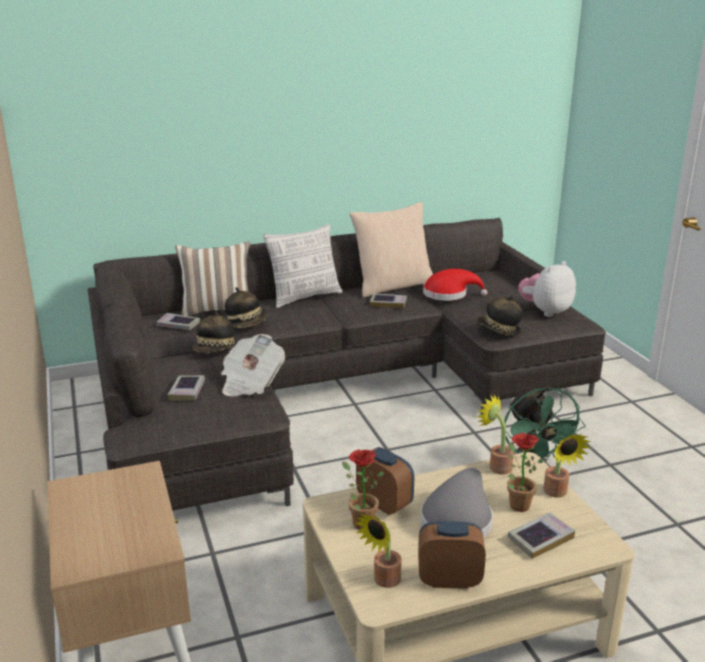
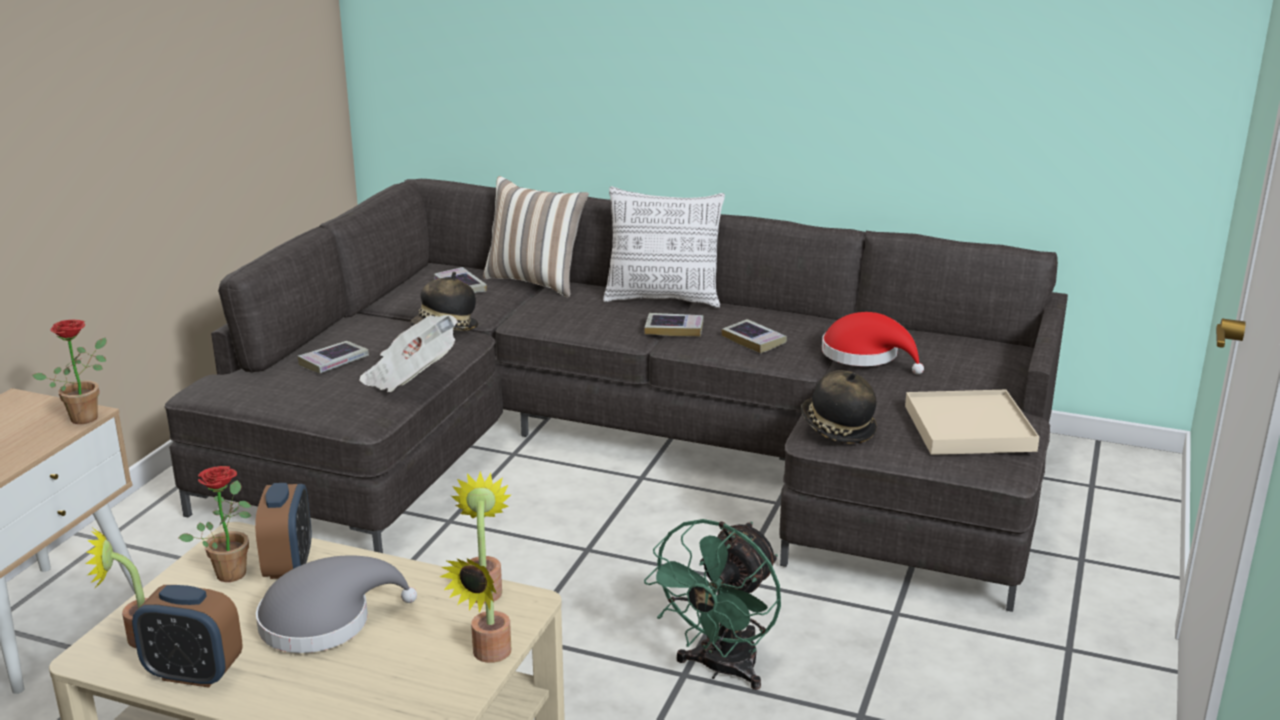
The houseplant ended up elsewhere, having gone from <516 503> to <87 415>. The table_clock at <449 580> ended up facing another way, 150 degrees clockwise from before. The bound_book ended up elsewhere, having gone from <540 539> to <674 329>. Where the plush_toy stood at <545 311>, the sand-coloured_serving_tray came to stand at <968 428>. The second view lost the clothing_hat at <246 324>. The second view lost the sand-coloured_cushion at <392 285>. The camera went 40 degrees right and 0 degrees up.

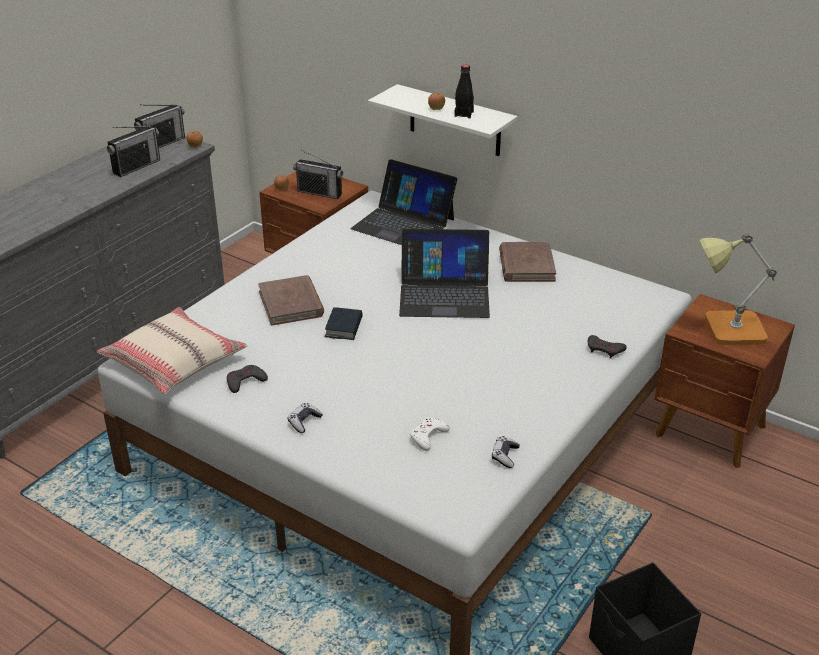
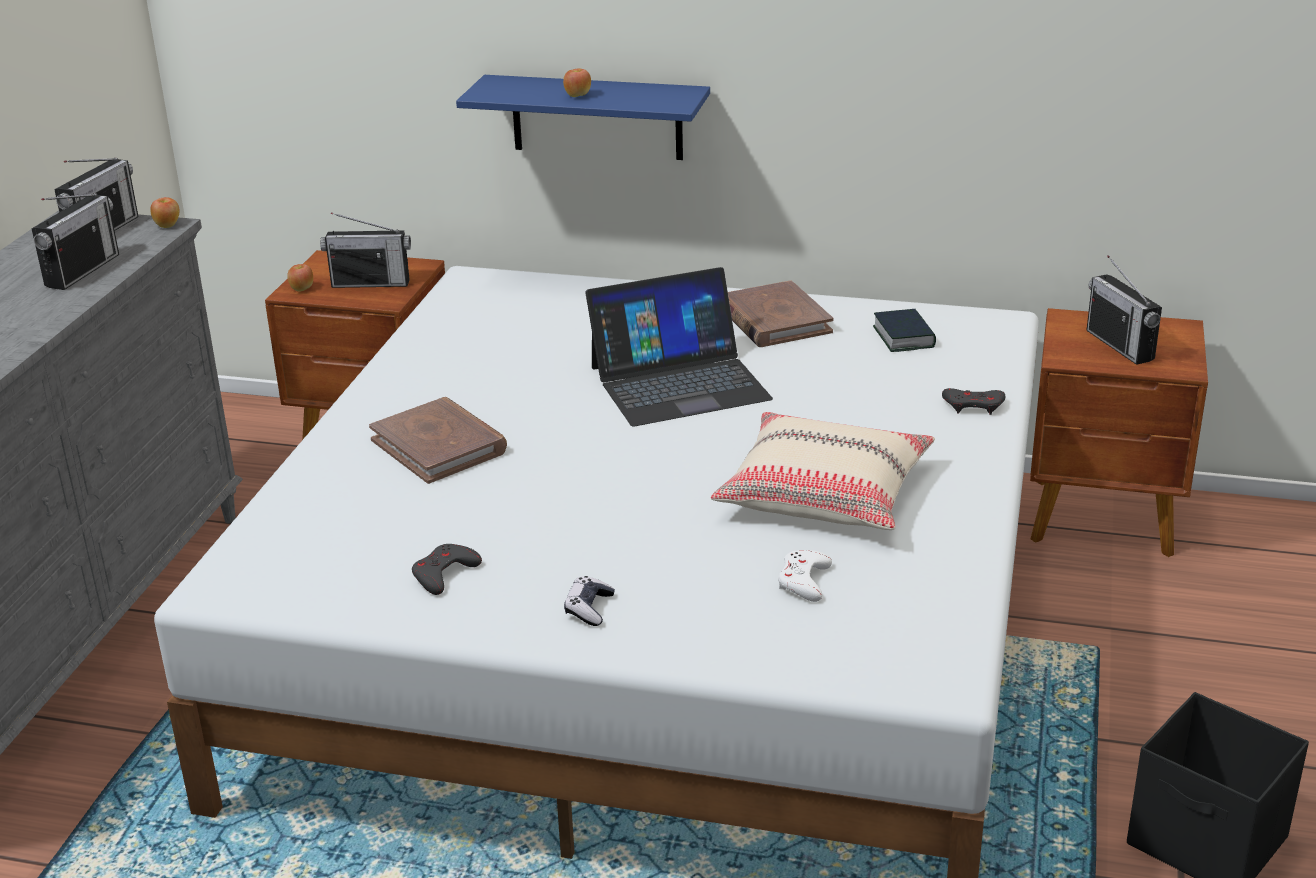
What was the whitish_shelf at <455 121> turned into the blue_shelf at <597 117>. The sand-coloured_cushion ended up elsewhere, having gone from <174 362> to <824 492>. The bound_book ended up elsewhere, having gone from <344 327> to <904 337>. Where the table_lamp stood at <726 330>, the radio came to stand at <1119 345>. The second view lost the notebook_computer at <403 224>. The second view lost the blackish_bottle at <464 114>. The second view lost the joypad at <505 456>. The camera went 20 degrees left and 5 degrees down.

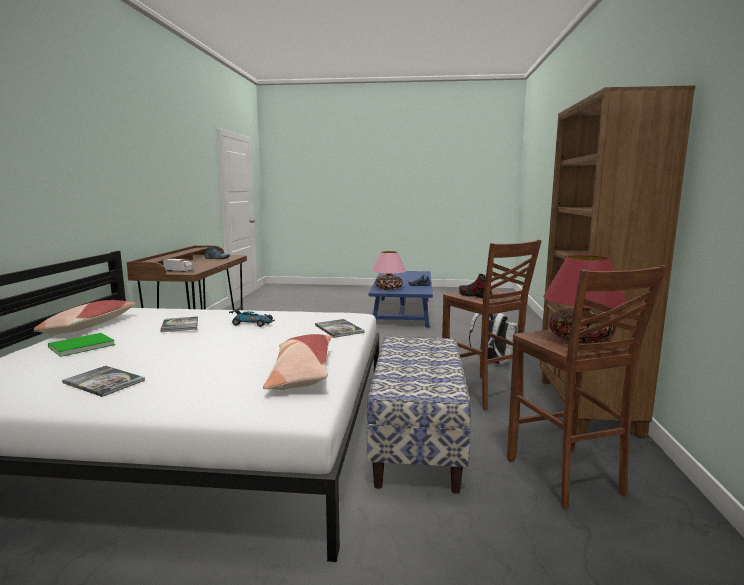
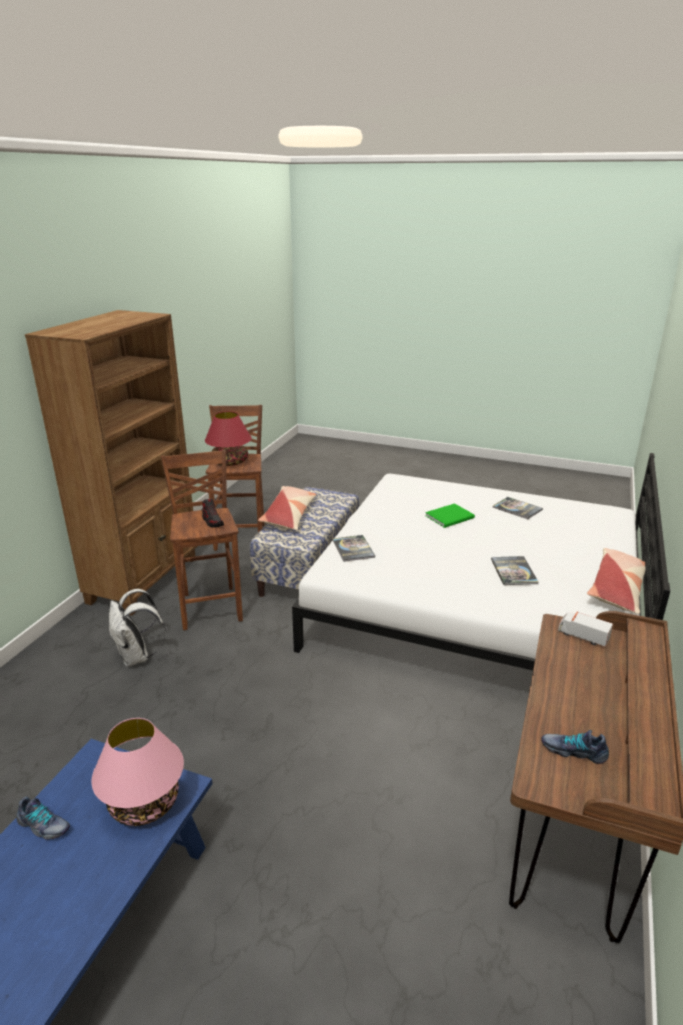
The cushion ended up elsewhere, having gone from <301 373> to <289 515>. The greenish_bound_book ended up elsewhere, having gone from <79 346> to <451 517>. The second view lost the toy_car at <252 323>. The camera went 165 degrees left and 15 degrees up.

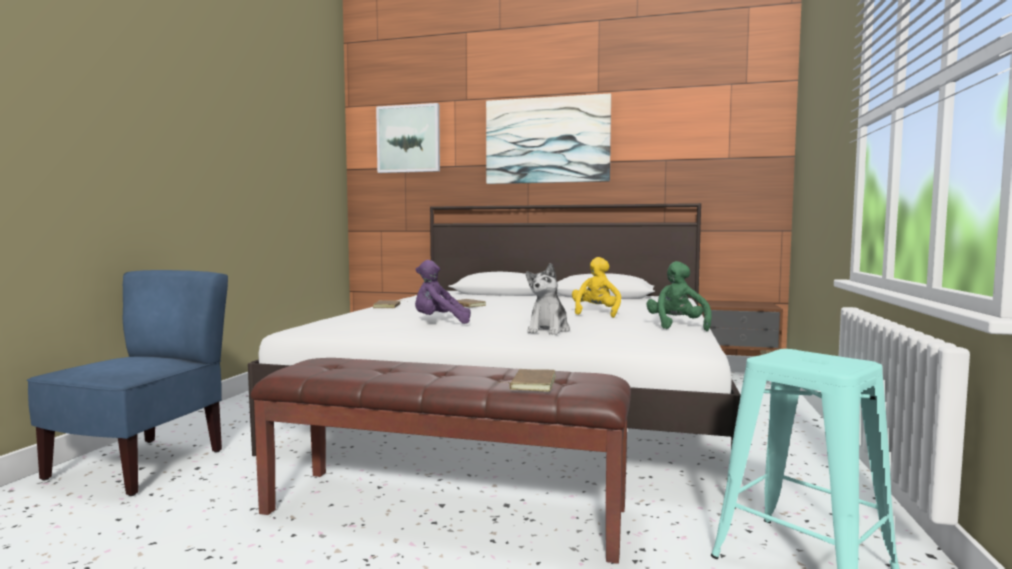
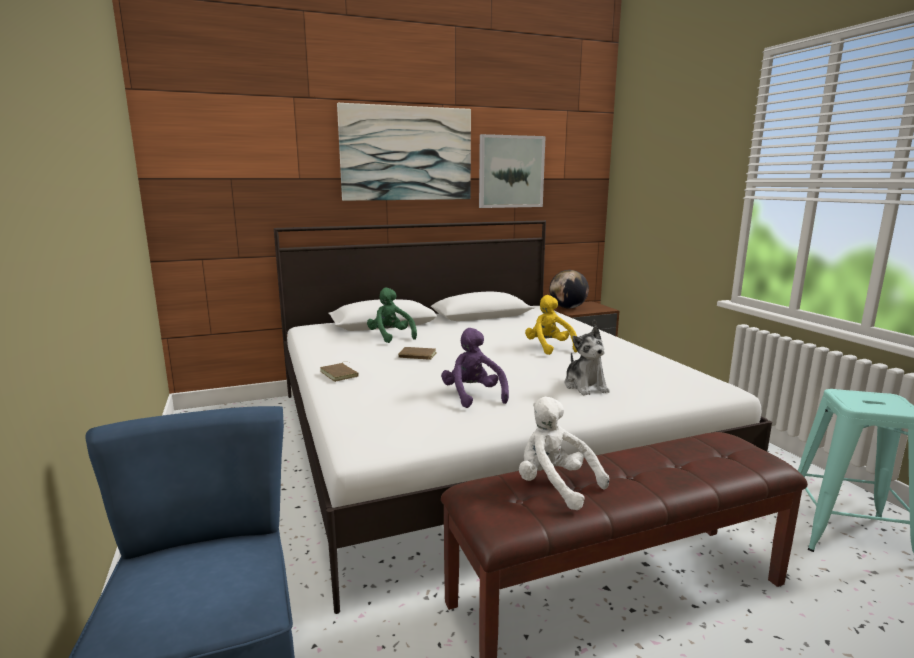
The greenish_plush_toy ended up elsewhere, having gone from <677 326> to <390 337>. The purplish_plush_toy at <439 323> ended up facing another way, 105 degrees clockwise from before. The wall_picture ended up elsewhere, having gone from <408 139> to <511 172>. The second view gained the whitish_plush_toy at <555 486>. The second view gained the desk_globe at <567 308>. The second view lost the brown_bound_book at <531 384>. The camera went 35 degrees left and 10 degrees up.

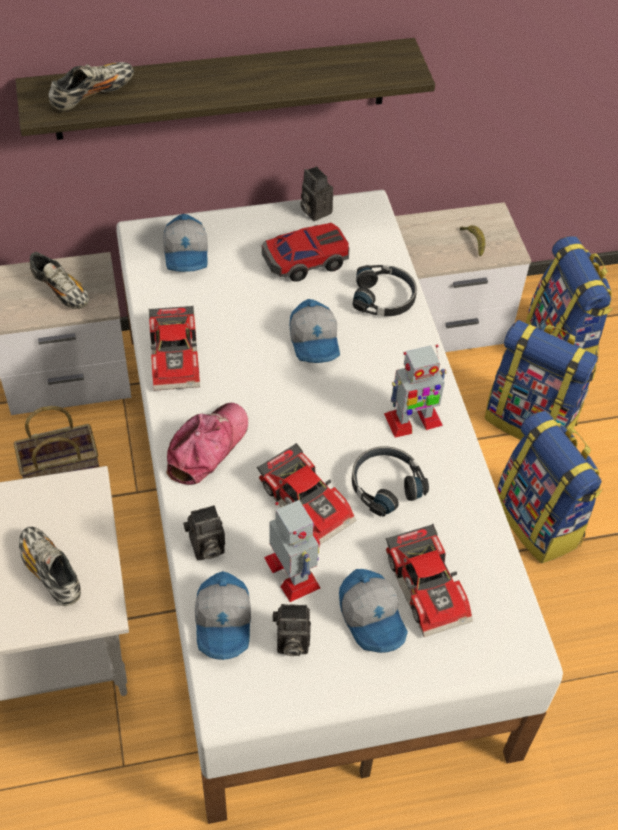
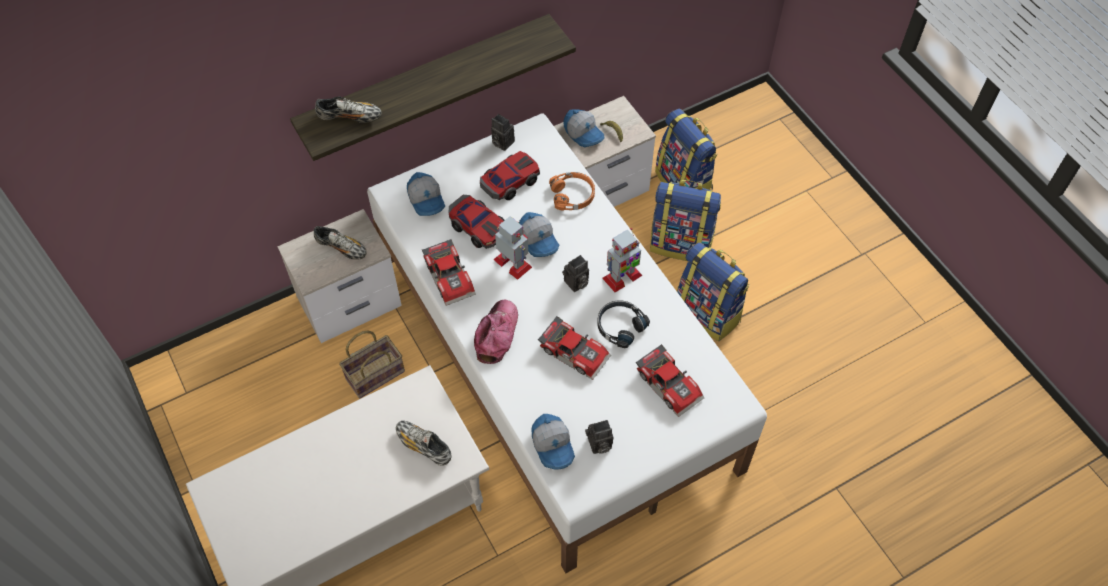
The shoe at <93 95> ended up facing another way, 60 degrees clockwise from before. The second view gained the toy_car at <478 227>. The toy_robot ended up elsewhere, having gone from <292 573> to <513 263>. What was the blackish_headphones at <384 298> turned into the orangey_headphones at <573 195>. The still_camera ended up elsewhere, having gone from <205 548> to <576 283>. The cap ended up elsewhere, having gone from <373 617> to <584 133>. The camera went 15 degrees left and 5 degrees up.

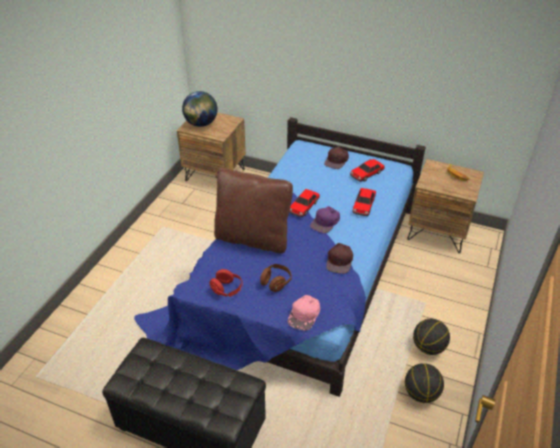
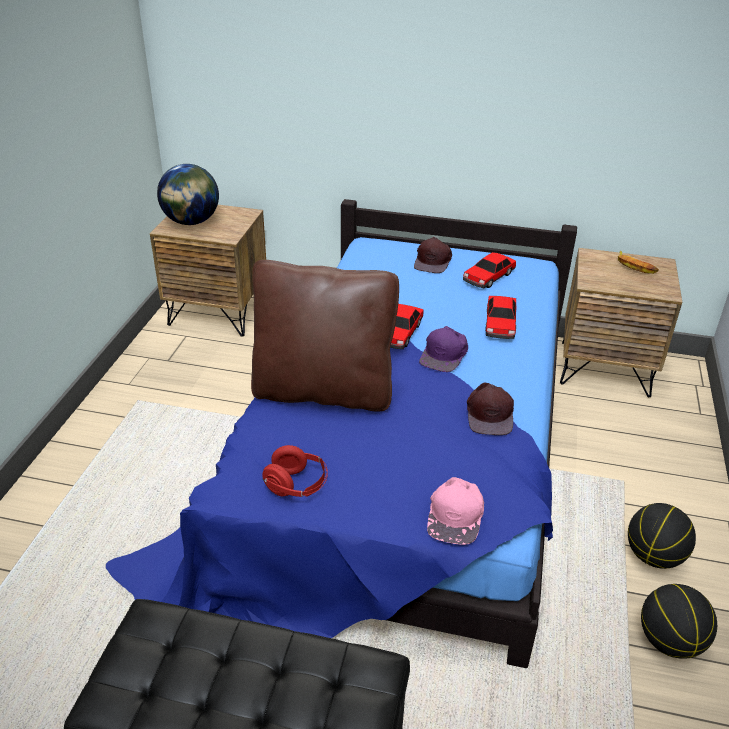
The second view lost the brown_headphones at <276 282>. The camera went 10 degrees left and 5 degrees down.

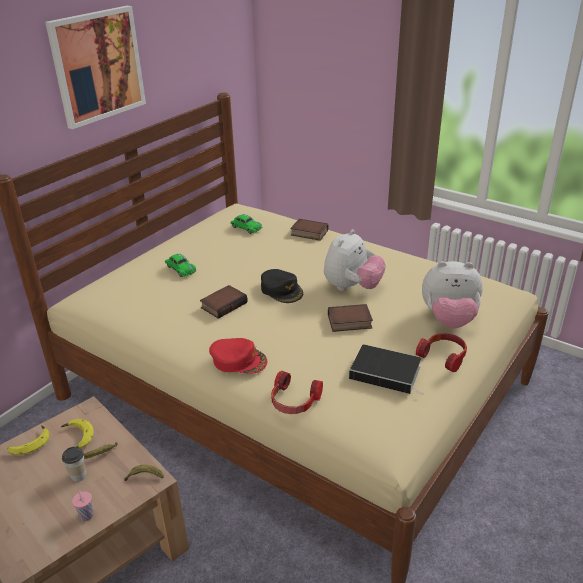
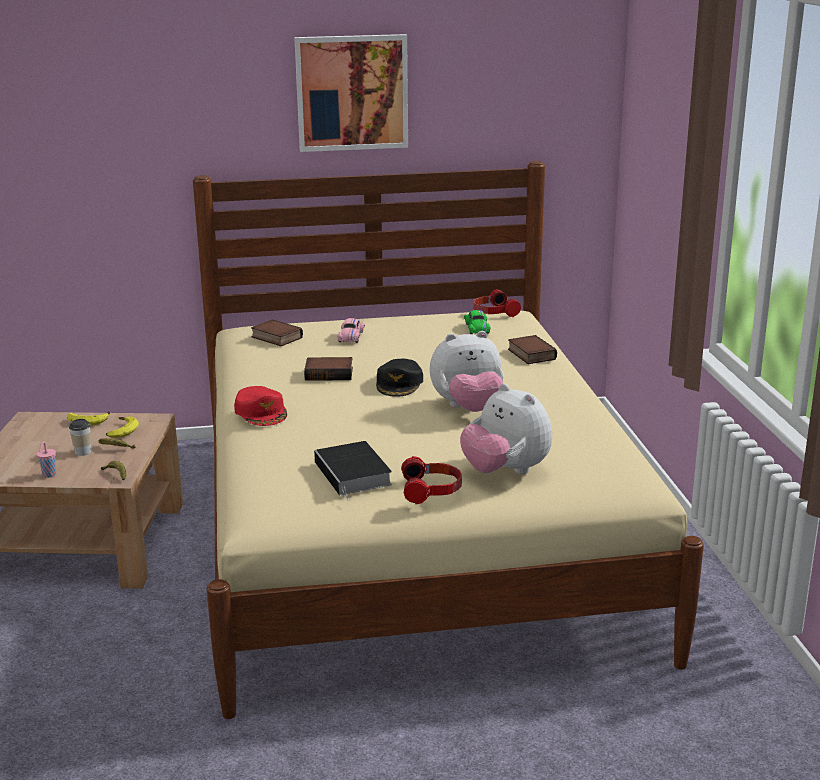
The bound_book ended up elsewhere, having gone from <349 322> to <275 338>. What was the greenish_toy_car at <181 269> turned into the pink_toy_car at <351 337>. The headphones ended up elsewhere, having gone from <294 401> to <493 313>. The camera went 45 degrees right and 10 degrees down.

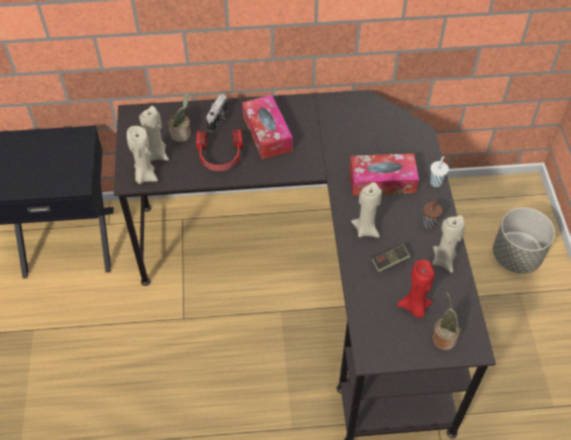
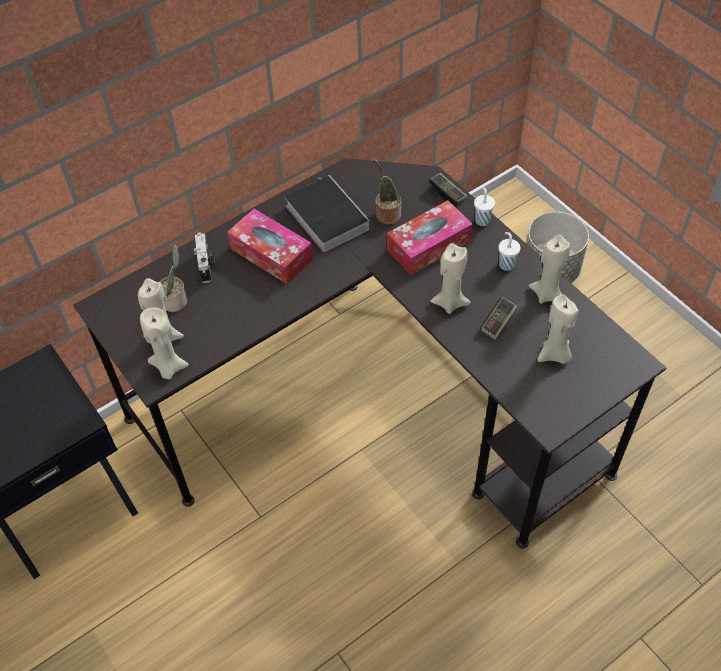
The second view gained the bound_book at <325 216>. The houseplant ended up elsewhere, having gone from <443 337> to <386 214>. The second view gained the joypad at <447 193>. What was the brown_small_cup at <429 223> turned into the whitish_small_cup at <506 264>. What was the red-coloured_wax_candle at <414 307> turned into the sand-coloured_wax_candle at <554 355>. The second view lost the headphones at <220 156>. The camera went 30 degrees left and 0 degrees up.

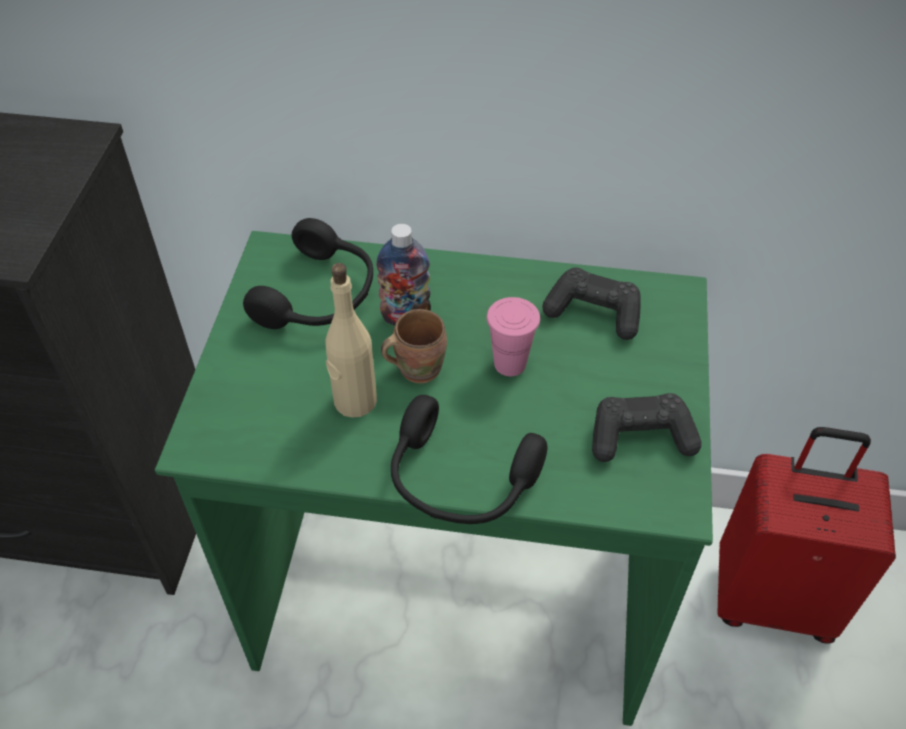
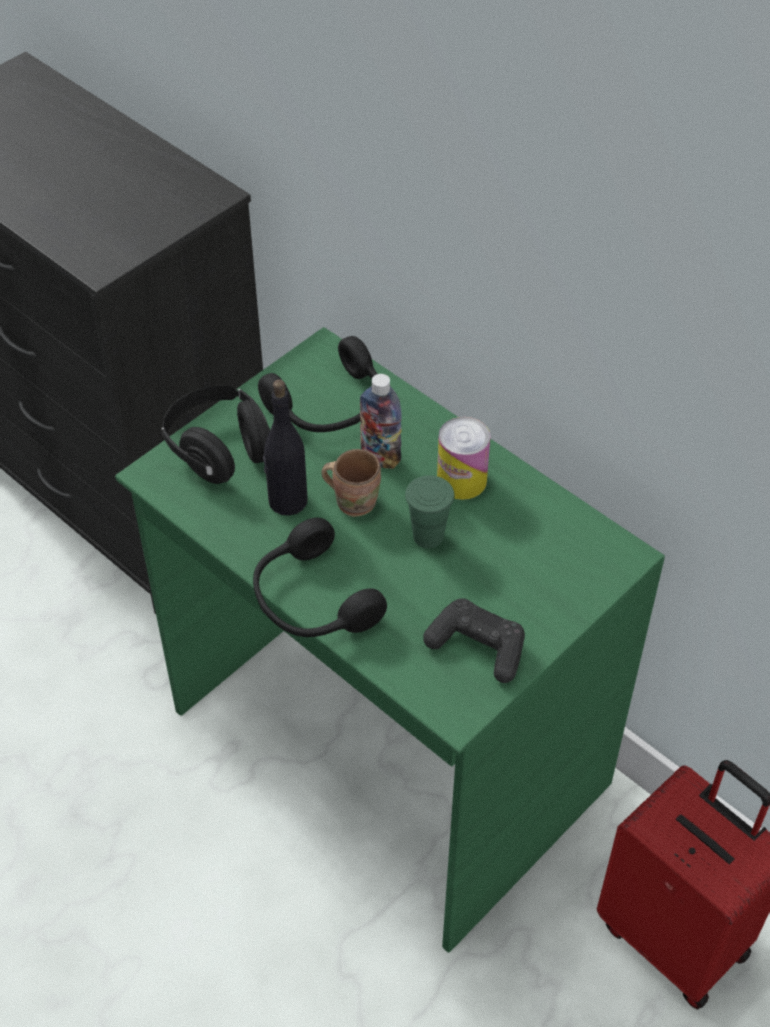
The second view gained the blackish_headphones at <219 450>. What was the sand-coloured_bottle at <354 401> turned into the blackish_bottle at <287 501>. What was the pink_small_cup at <510 364> turned into the greenish_small_cup at <428 536>. The second view gained the metal_can at <461 480>. The second view lost the blackish_joypad at <594 312>. The camera went 35 degrees right and 0 degrees up.

